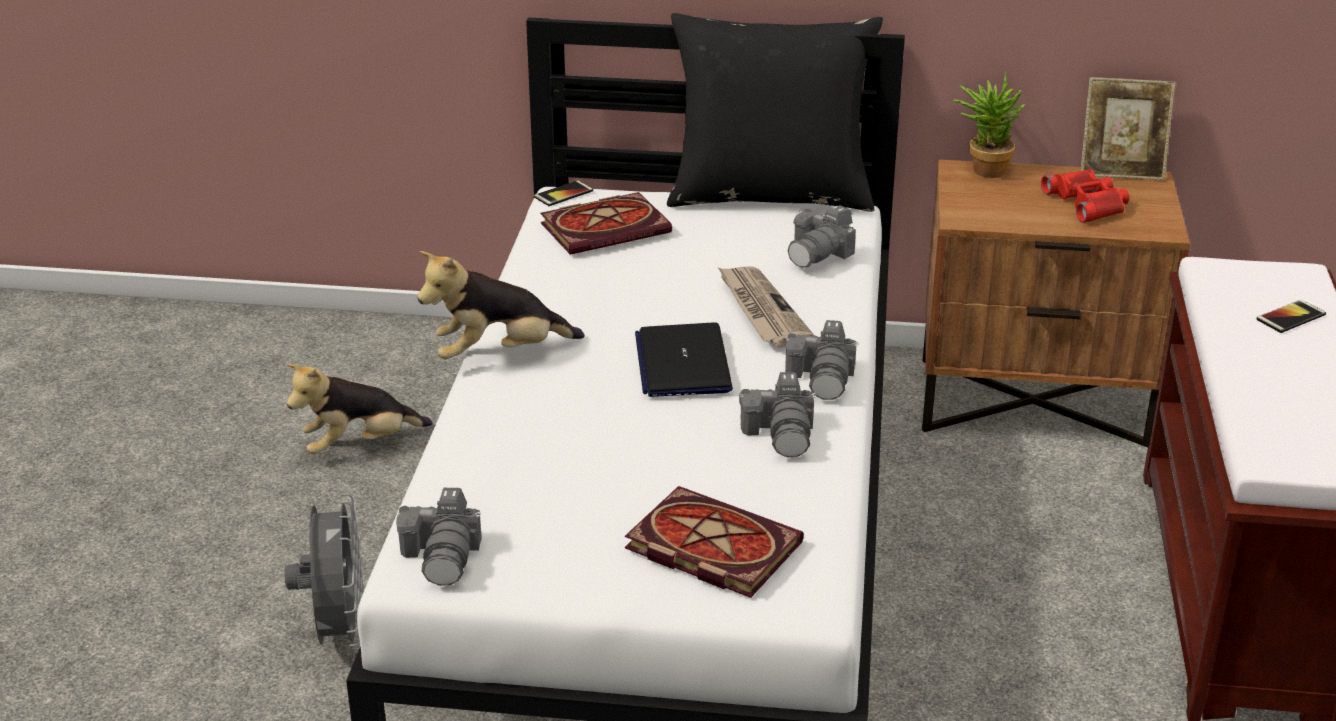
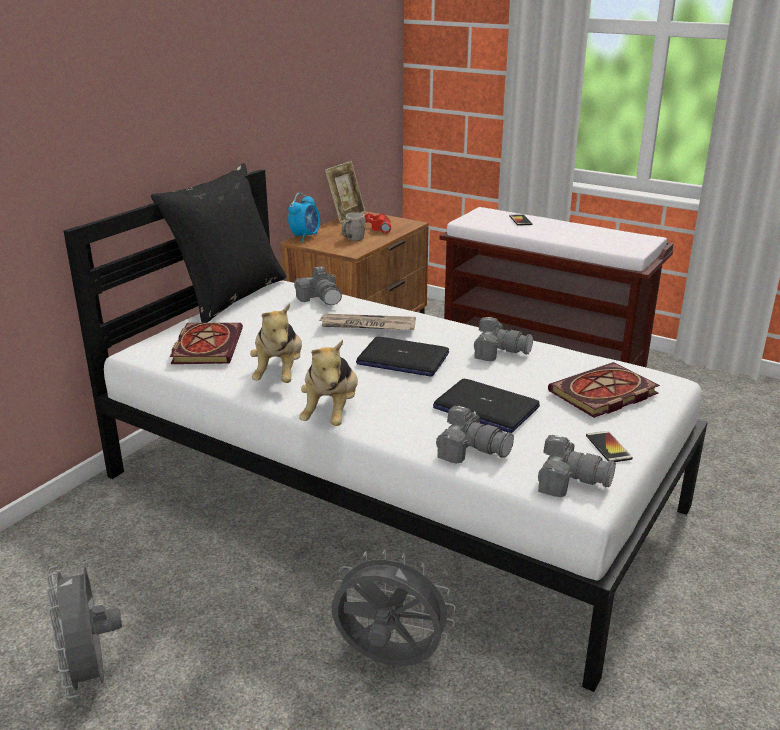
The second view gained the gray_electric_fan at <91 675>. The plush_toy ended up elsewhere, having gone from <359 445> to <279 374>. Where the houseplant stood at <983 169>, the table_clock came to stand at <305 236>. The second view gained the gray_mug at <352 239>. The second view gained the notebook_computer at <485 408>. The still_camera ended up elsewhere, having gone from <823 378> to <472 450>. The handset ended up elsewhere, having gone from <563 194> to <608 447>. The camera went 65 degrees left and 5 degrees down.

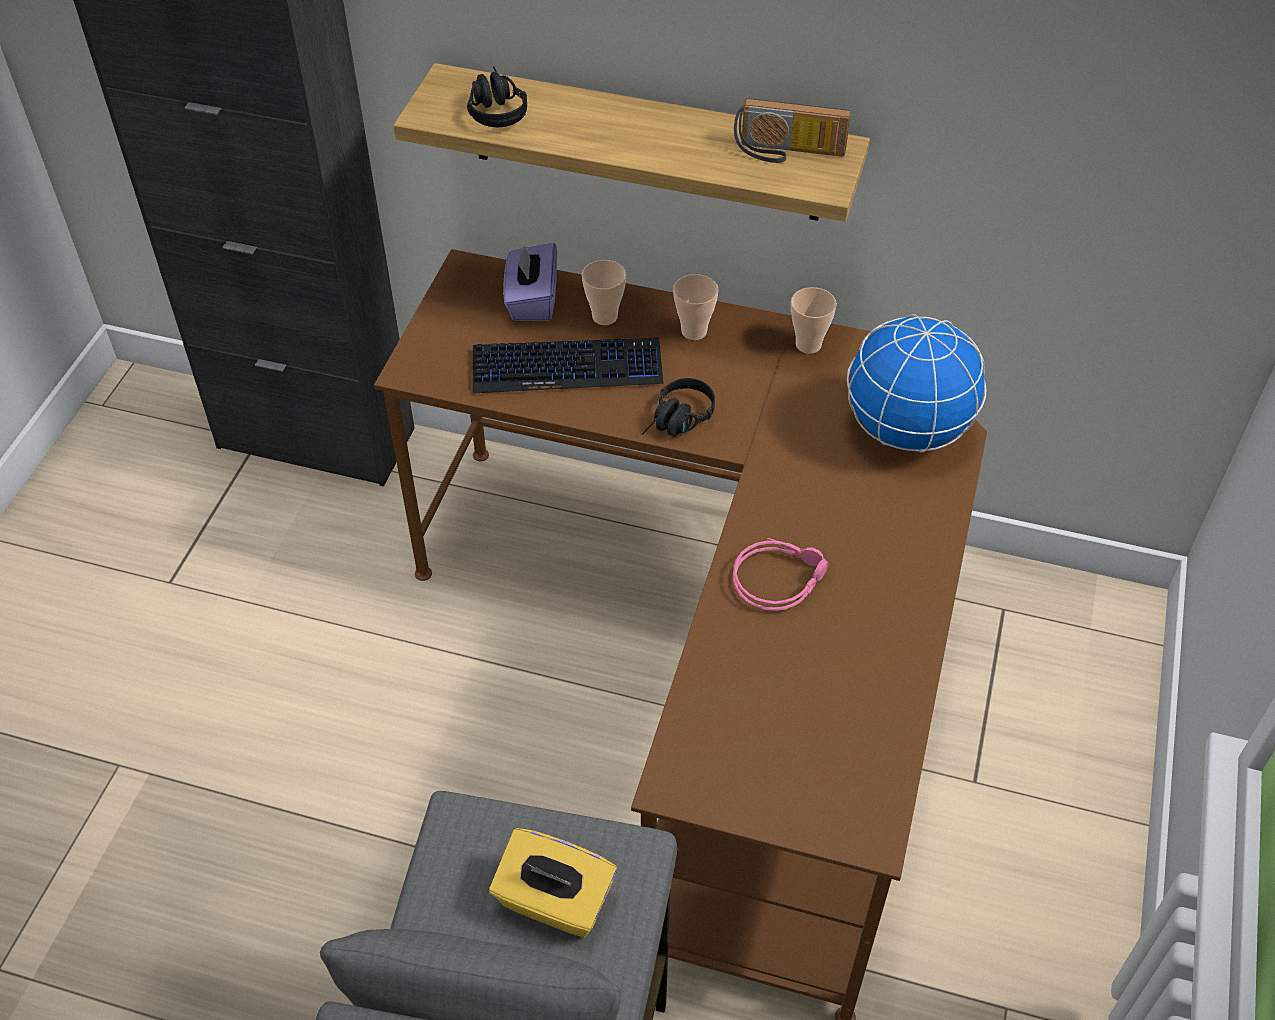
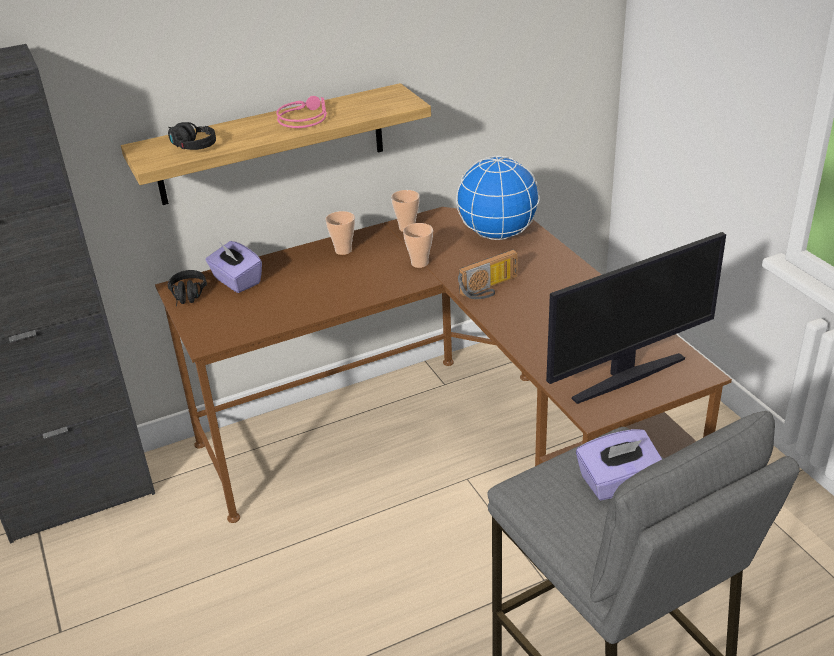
The blackish_headphones ended up elsewhere, having gone from <677 422> to <188 297>. The pink_headphones ended up elsewhere, having gone from <779 577> to <303 118>. The small_cup ended up elsewhere, having gone from <605 317> to <419 263>. The radio ended up elsewhere, having gone from <788 153> to <490 289>. The second view gained the computer_screen at <626 376>. What was the yellowish_tissue_holder at <554 901> turned into the purplish_tissue_holder at <618 482>. The second view lost the computer_keyboard at <567 367>. The camera went 40 degrees left and 15 degrees down.

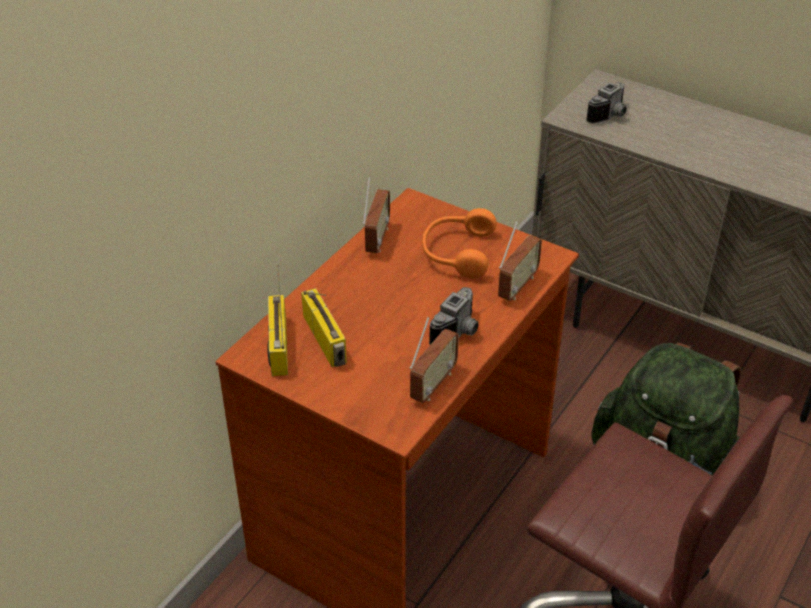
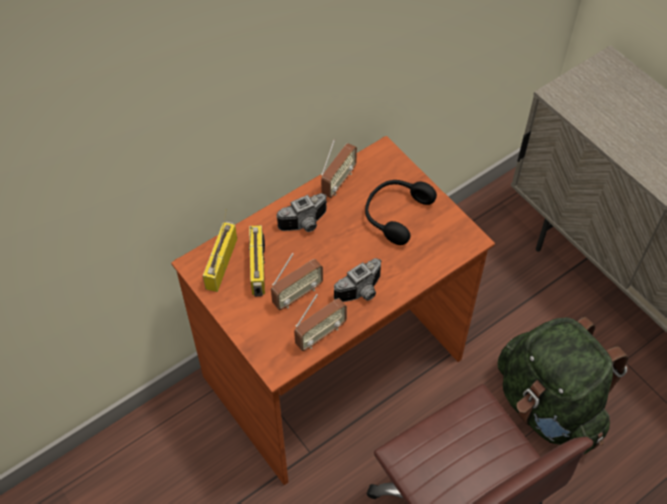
The radio ended up elsewhere, having gone from <517 286> to <297 295>. The still_camera ended up elsewhere, having gone from <610 116> to <305 224>. What was the orangey_headphones at <456 252> turned into the blackish_headphones at <395 214>. The camera went 20 degrees right and 15 degrees up.

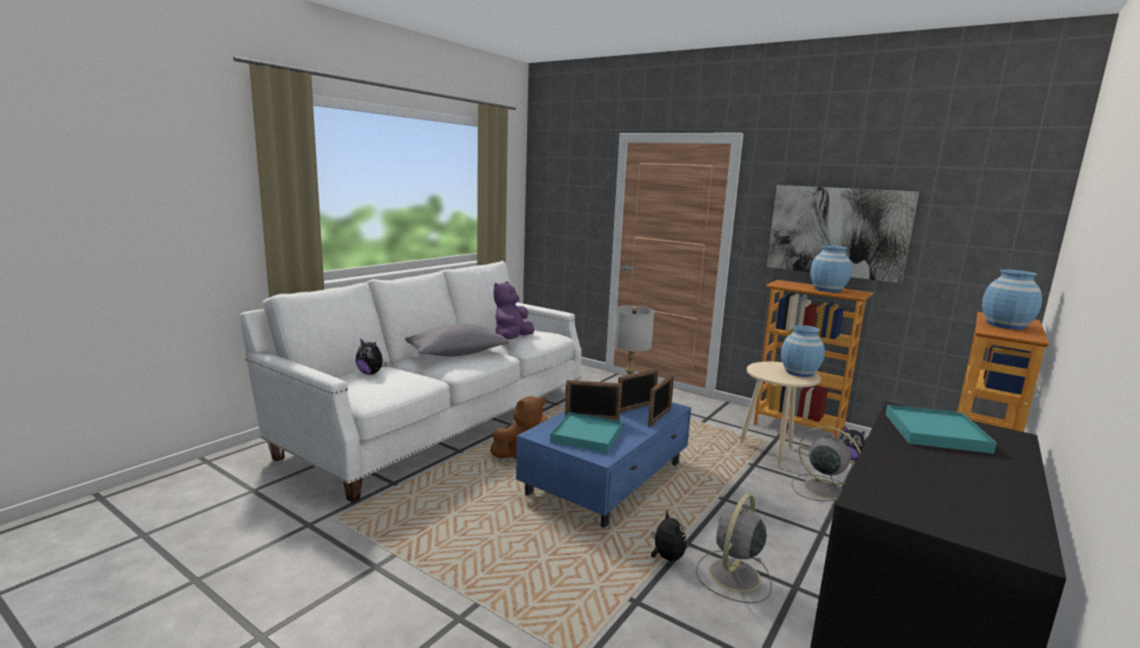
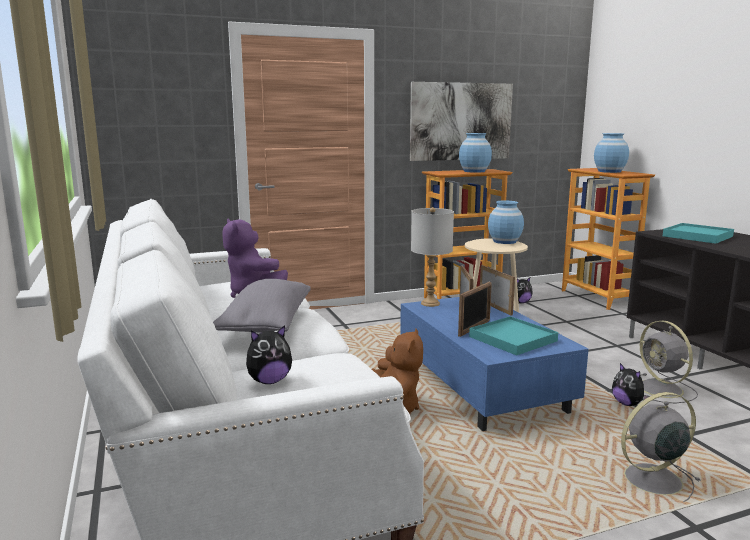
The plush_toy at <666 557> ended up facing another way, 135 degrees counterclockwise from before. The gray_electric_fan ended up elsewhere, having gone from <821 489> to <650 480>. The camera went 55 degrees left and 0 degrees up.

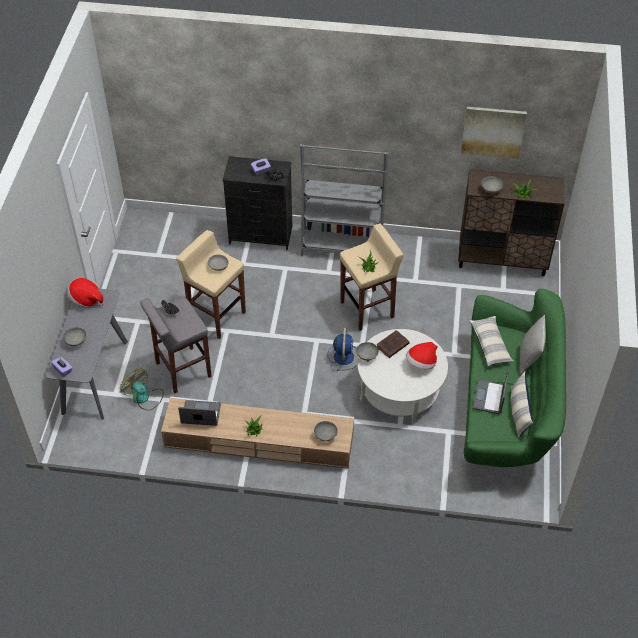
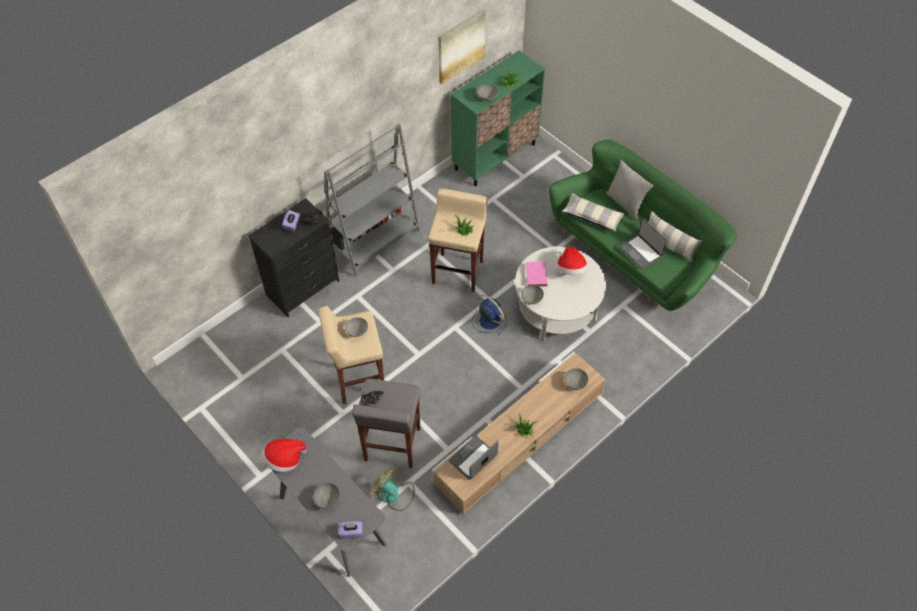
The electric_fan at <144 397> ended up facing another way, 45 degrees clockwise from before. What was the brown_cabinet at <502 260> turned into the greenish_cabinet at <495 156>. What was the brown_bound_book at <392 346> turned into the pink_bound_book at <536 276>. The camera went 50 degrees left and 5 degrees up.

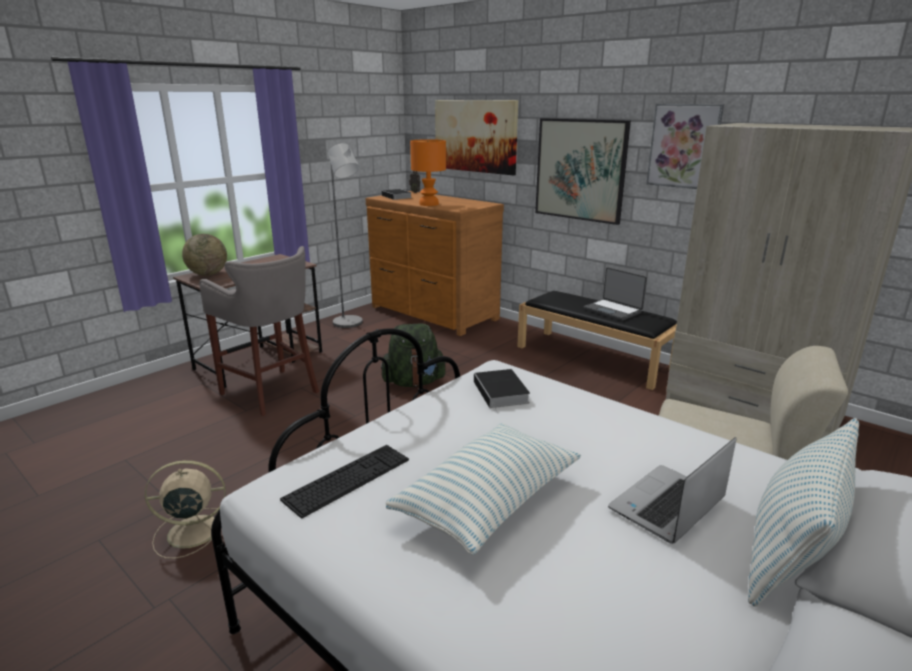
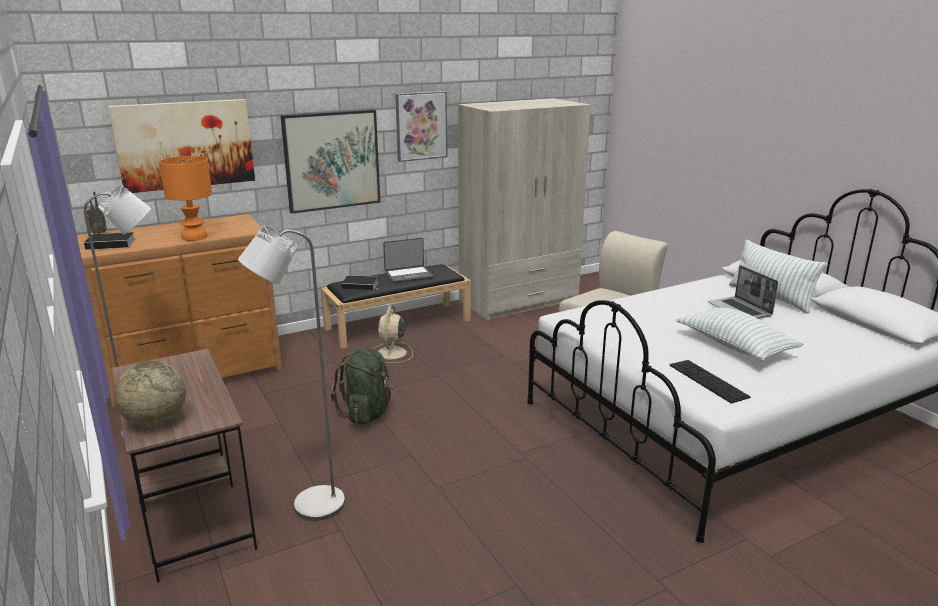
Where the gray_sitting_stool stood at <272 393>, the gray_floor_lamp came to stand at <309 507>. The bound_book ended up elsewhere, having gone from <502 393> to <361 285>. The sand-coloured_electric_fan ended up elsewhere, having gone from <191 532> to <391 353>. The camera went 70 degrees left and 0 degrees up.

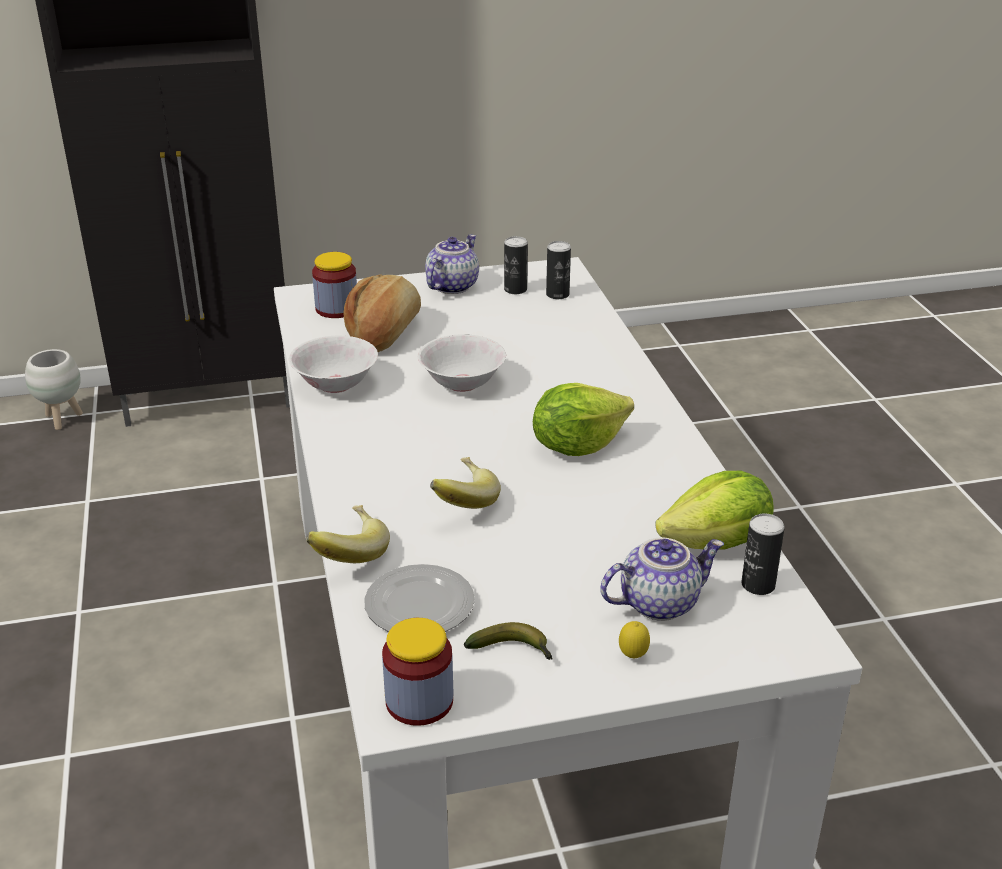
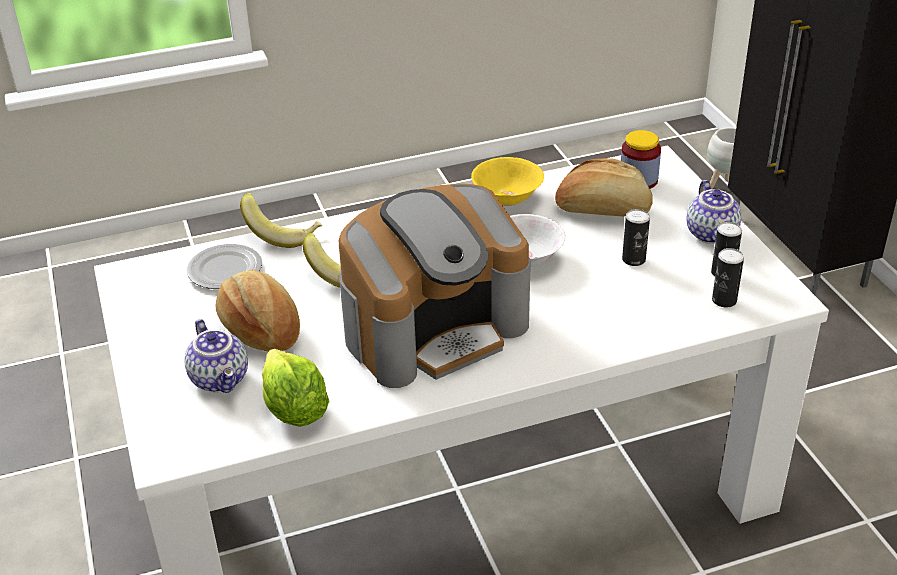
The second view gained the bread at <260 328>. Where the head_of_lettuce stood at <577 445>, the coffee_maker came to stand at <434 328>. What was the whitish_serving_bowl at <336 384> turned into the yellowish_serving_bowl at <507 198>. The metal_can ended up elsewhere, having gone from <758 585> to <633 259>. The pot_for_tea at <451 286> ended up facing another way, 60 degrees clockwise from before. The second view lost the storage_jar at <419 701>. The second view lost the whole_banana at <513 650>. The second view lost the whole_lemon at <633 656>. The camera went 85 degrees right and 5 degrees up.

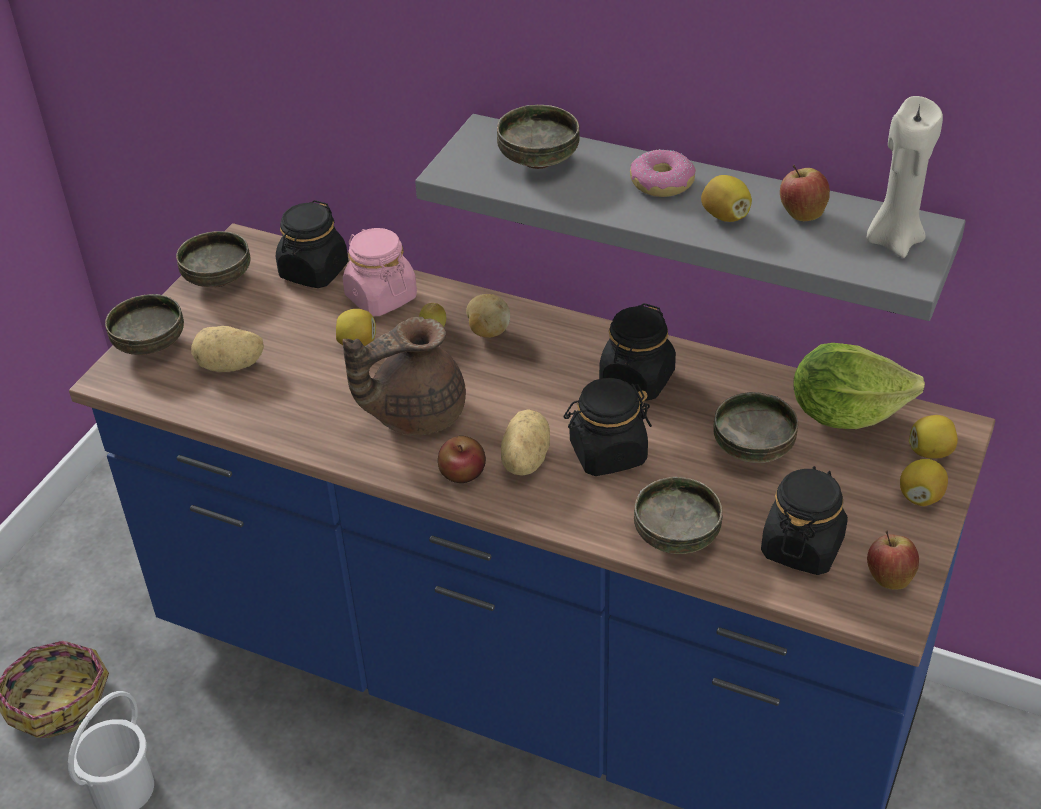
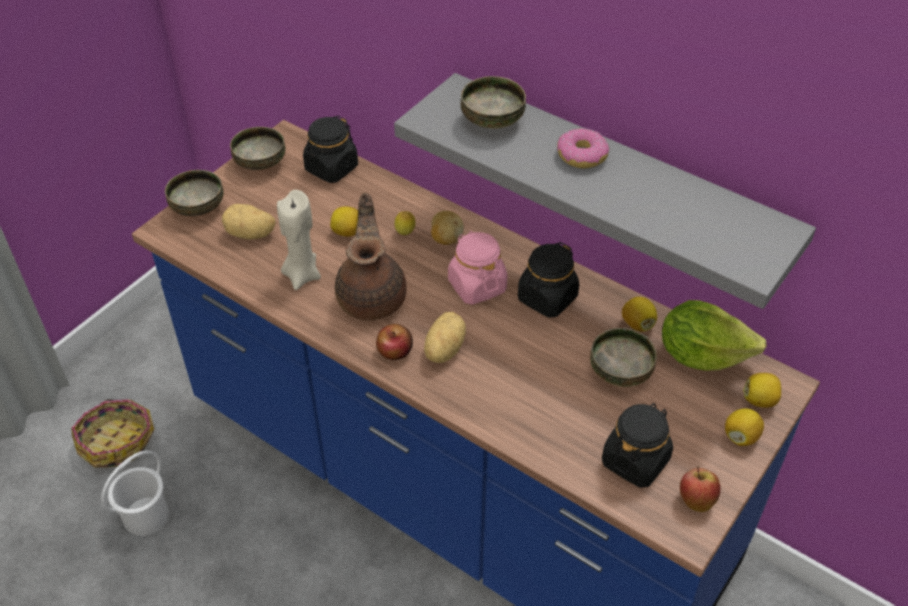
The sand-coloured_wax_candle ended up elsewhere, having gone from <894 240> to <302 275>. The brown_pot_for_tea at <414 413> ended up facing another way, 105 degrees clockwise from before. The pink_storage_jar ended up elsewhere, having gone from <381 297> to <476 286>. The whole_lemon ended up elsewhere, having gone from <725 216> to <637 323>. The second view lost the blackish_storage_jar at <607 453>. The second view lost the serving_bowl at <675 537>. The second view lost the apple_fruit at <801 214>. The camera went 10 degrees right and 5 degrees up.

